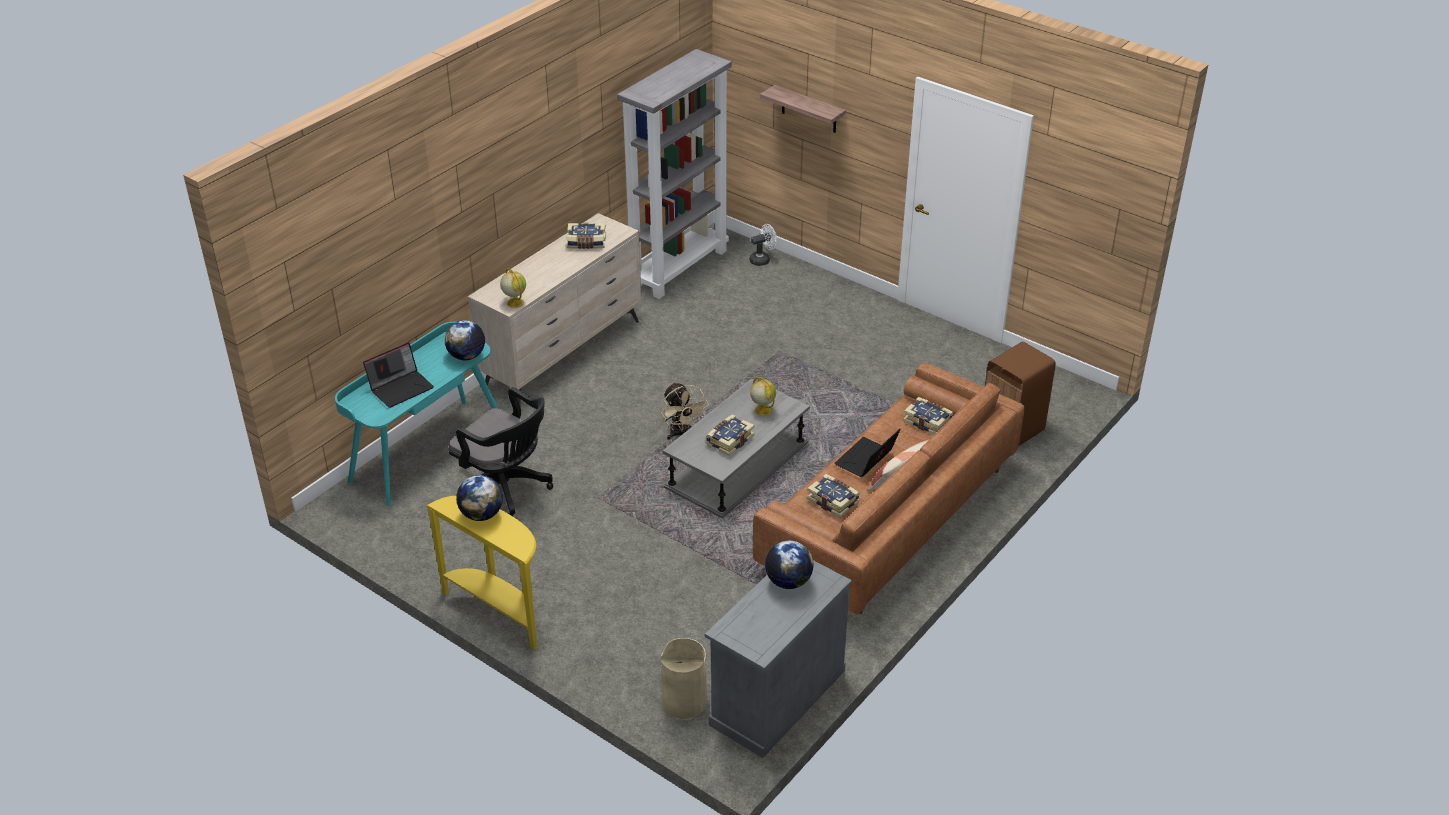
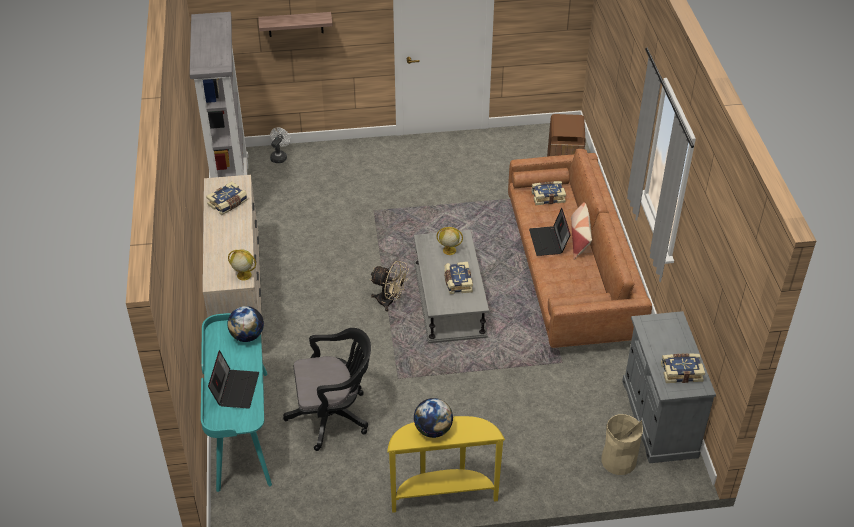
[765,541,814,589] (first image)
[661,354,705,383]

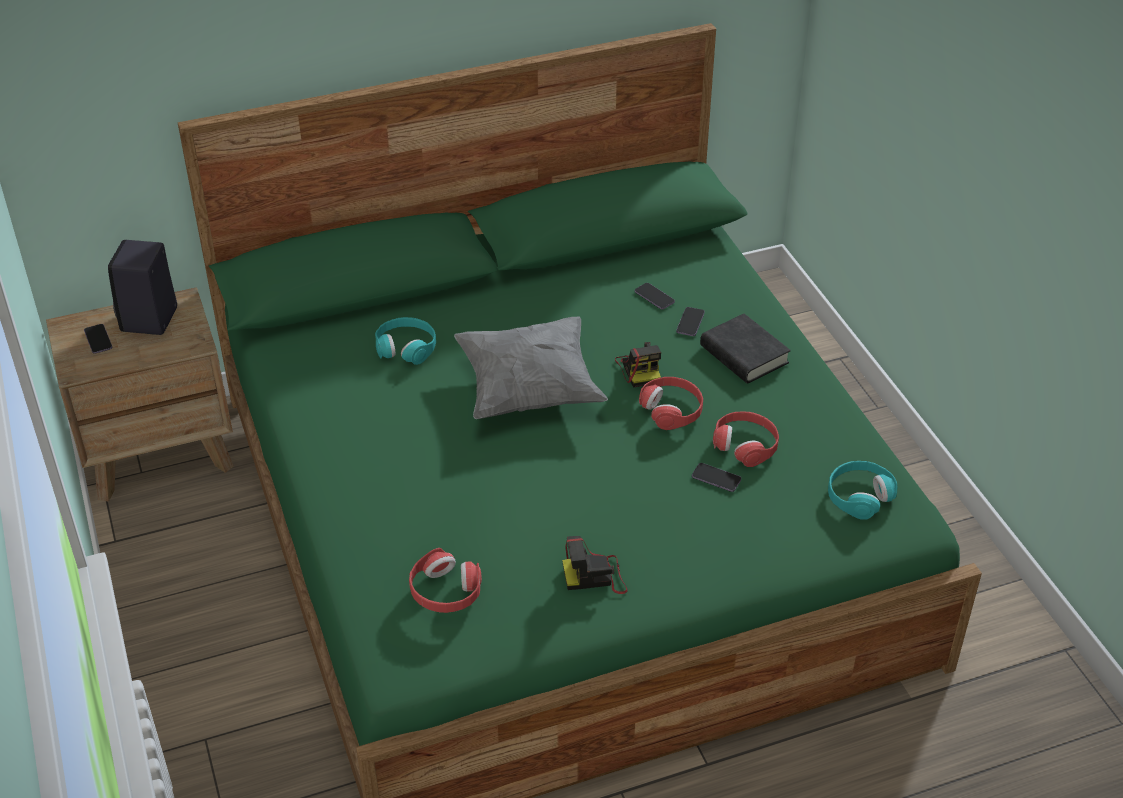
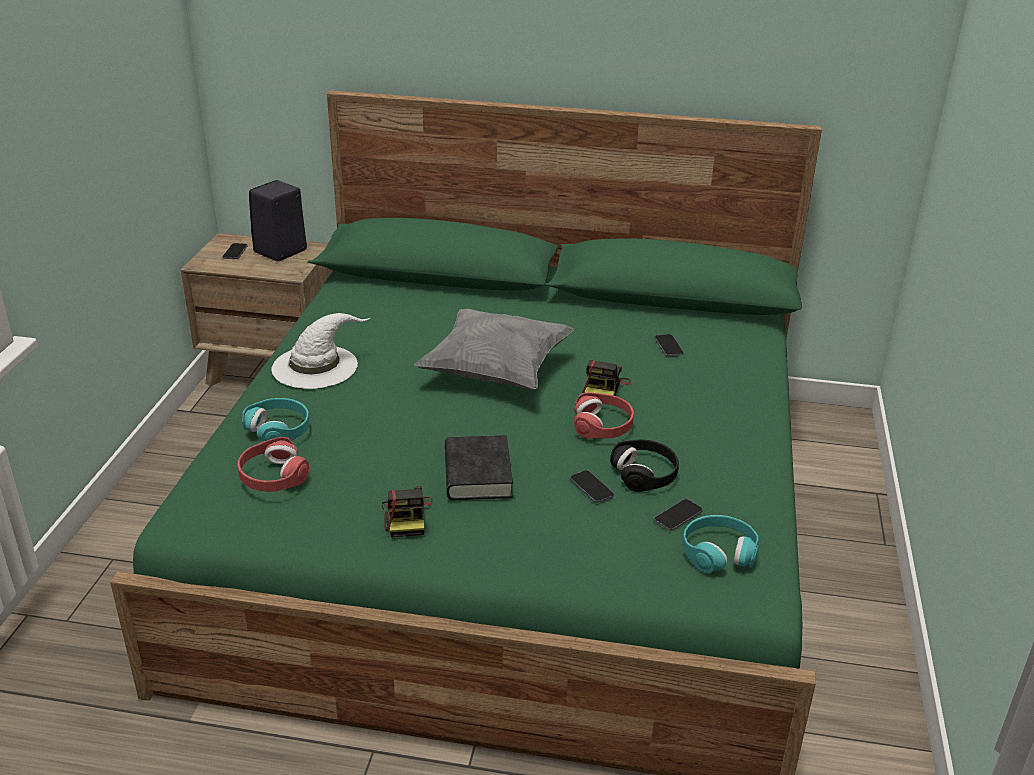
[242,398,310,442]
[382,486,433,537]
[654,499,703,531]
[445,435,513,500]
[610,439,679,492]
[271,313,370,389]

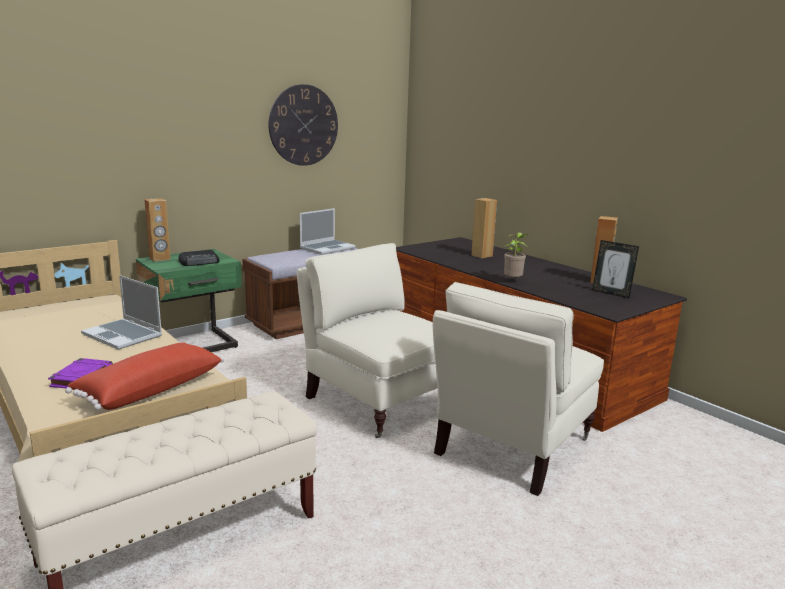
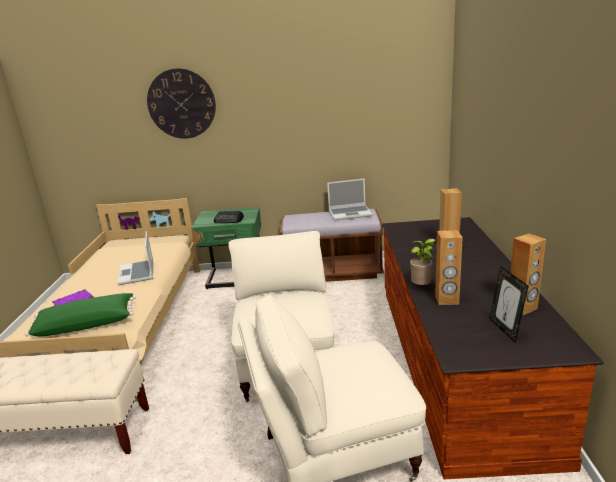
[25,293,136,337]
[435,230,463,305]
[147,68,216,139]

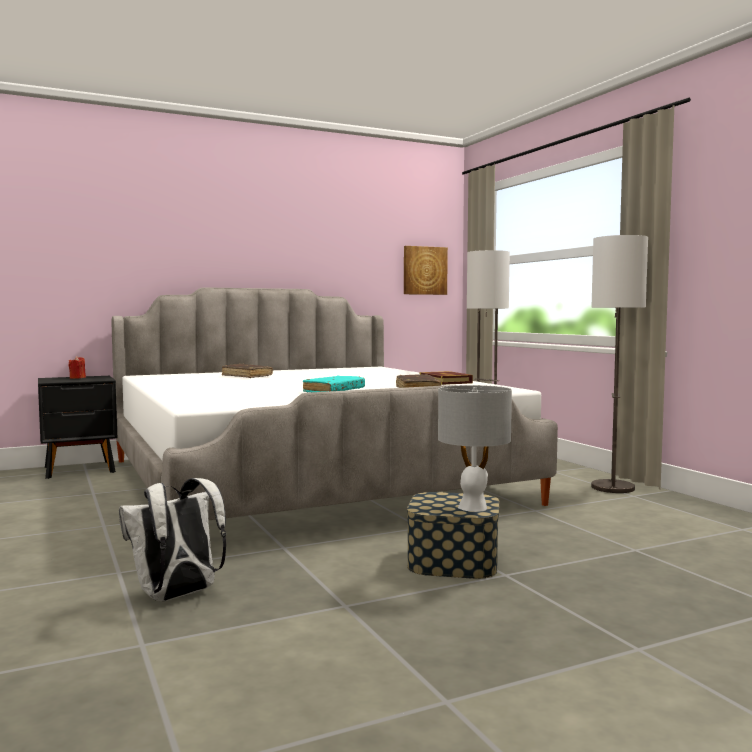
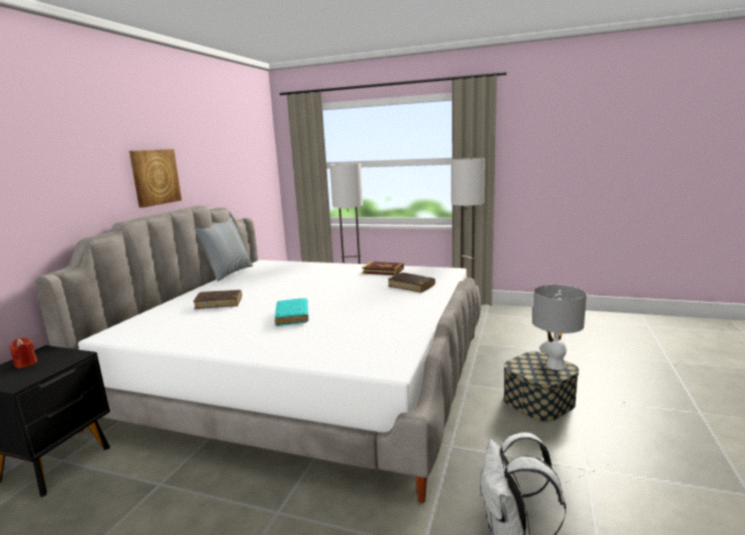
[275,298,309,326]
[129,149,182,208]
[195,217,253,281]

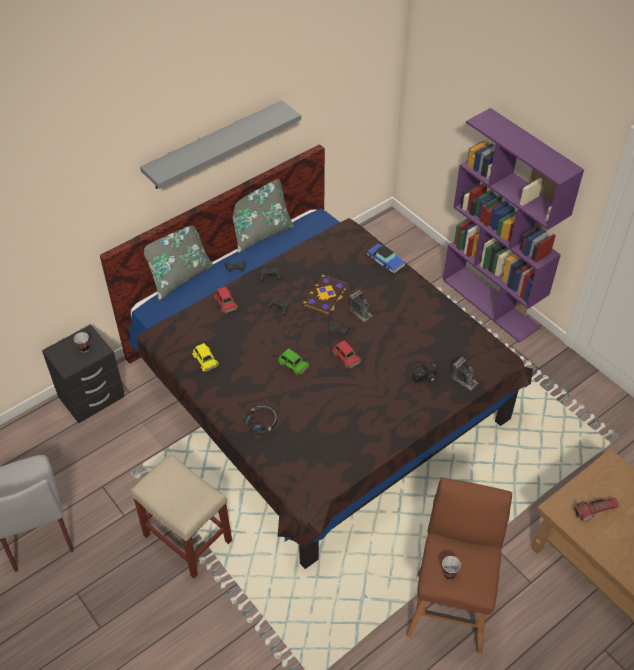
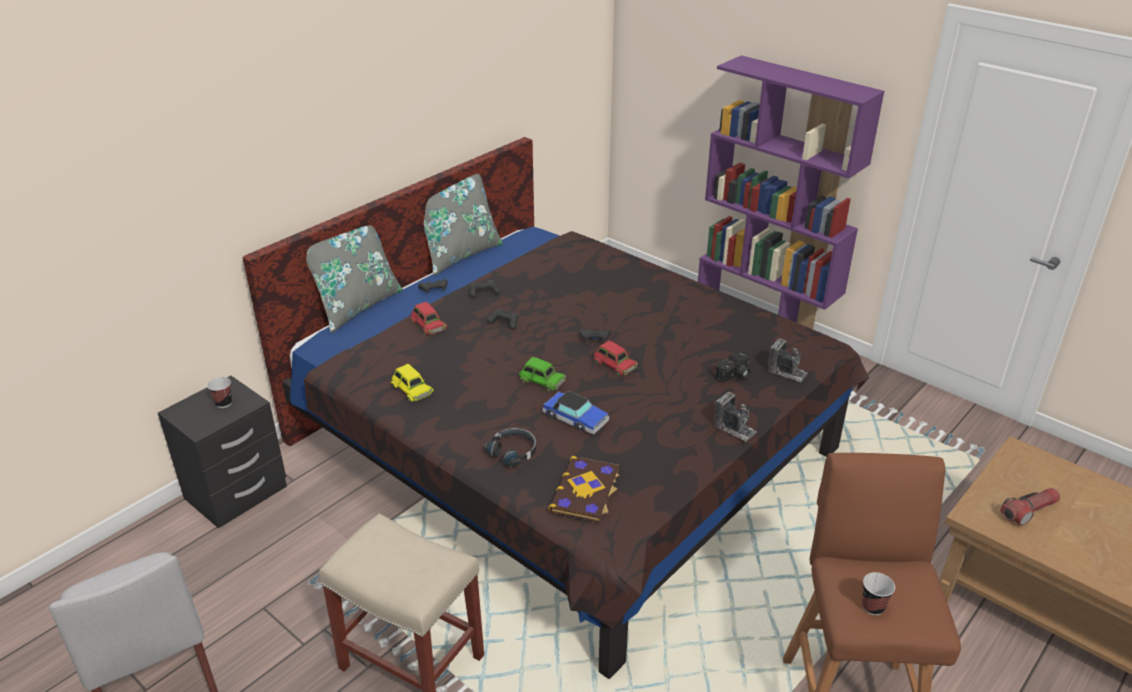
[140,100,301,189] (first image)
[549,456,620,522]
[714,392,757,442]
[543,391,609,435]

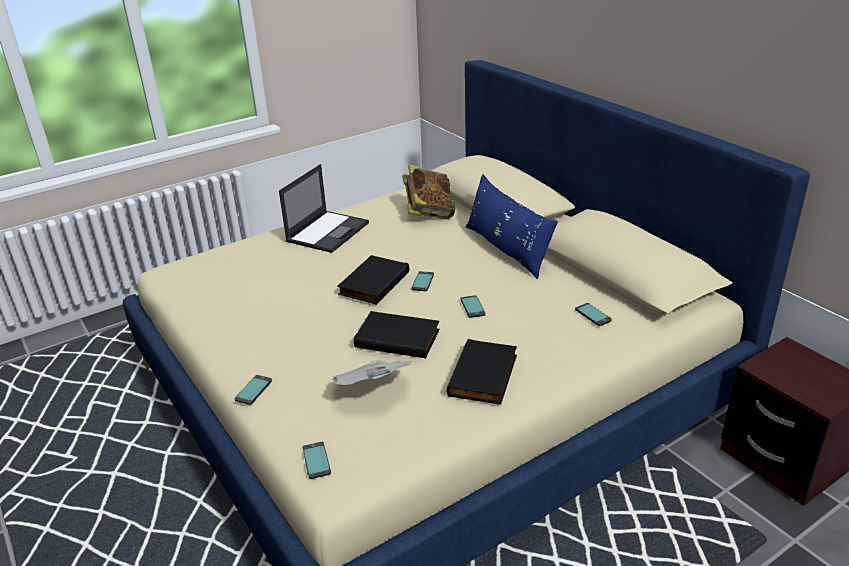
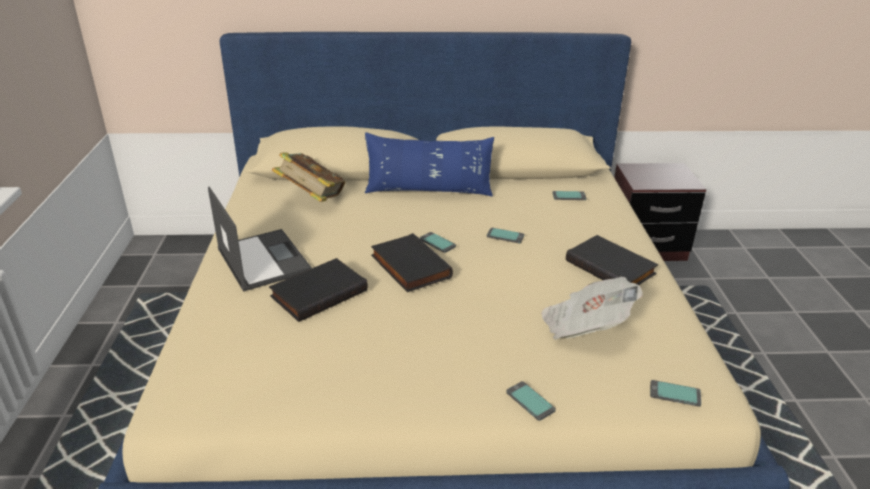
[269,258,368,322]

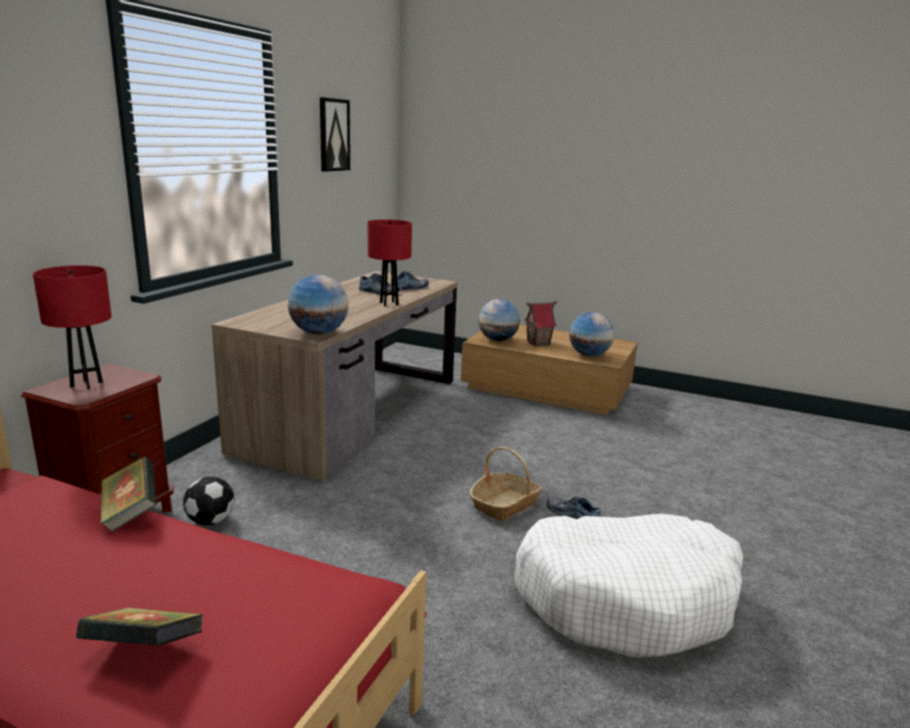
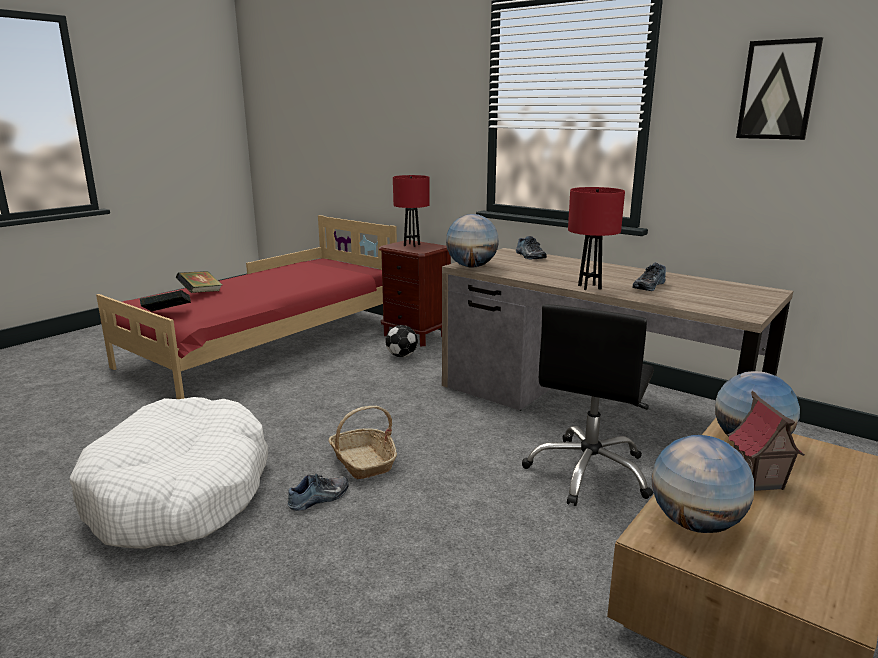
[140,290,191,312]
[516,236,547,259]
[522,304,654,506]

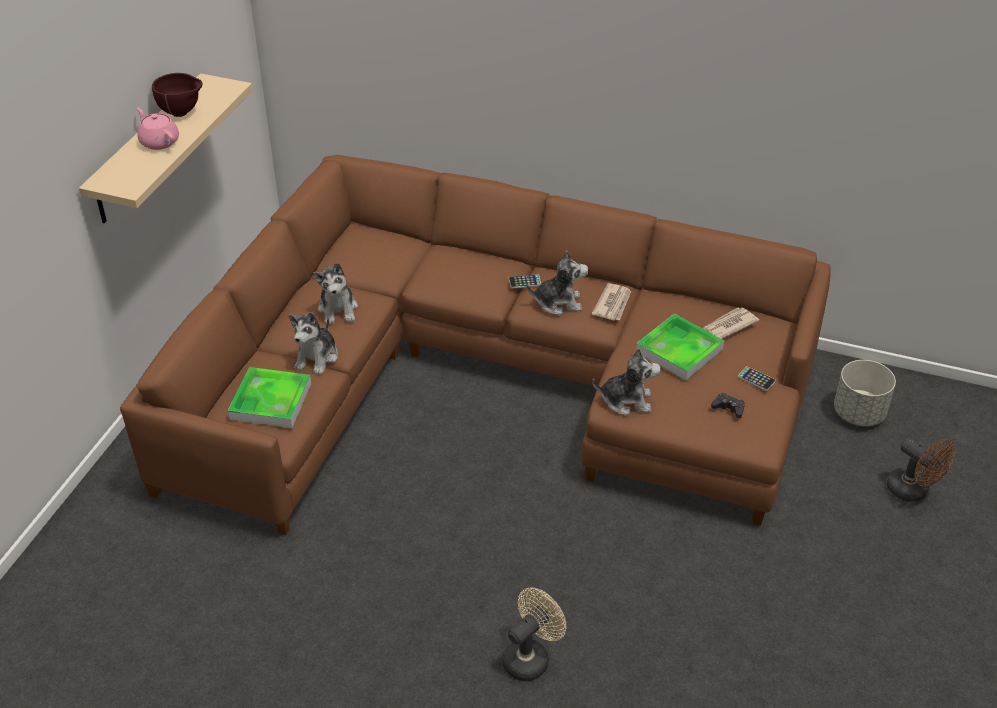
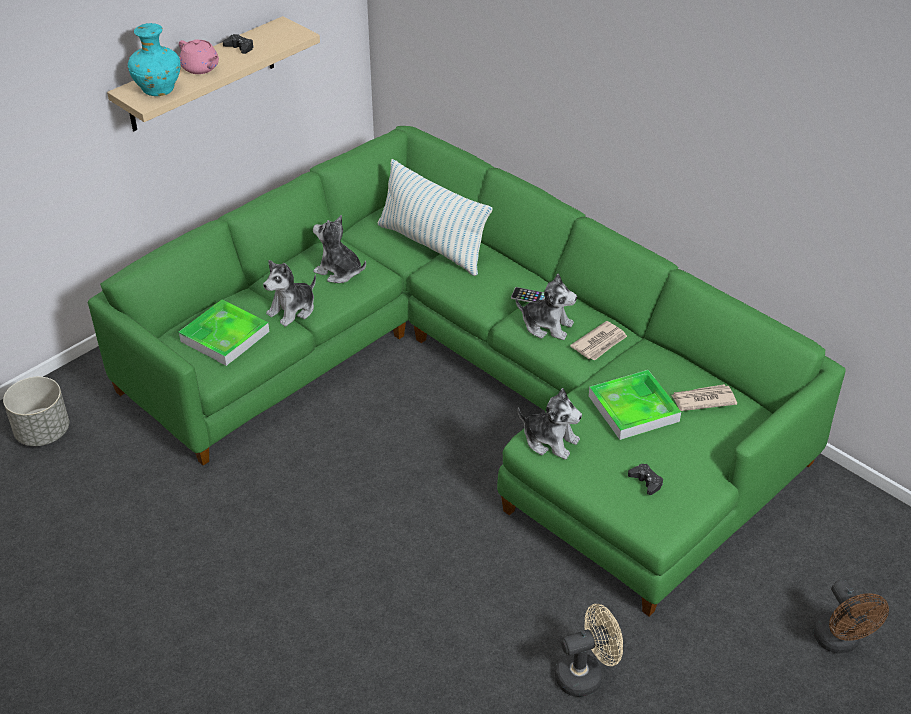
[88,126,846,616]
[179,39,219,74]
[223,34,254,54]
[313,215,366,283]
[555,604,623,697]
[738,366,776,391] (first image)
[3,377,69,446]
[128,23,181,96]
[378,159,493,276]

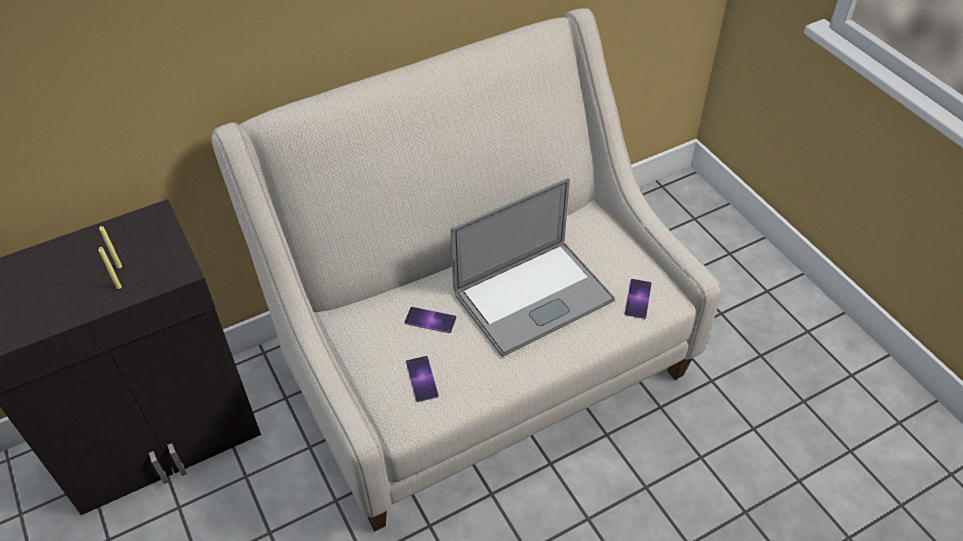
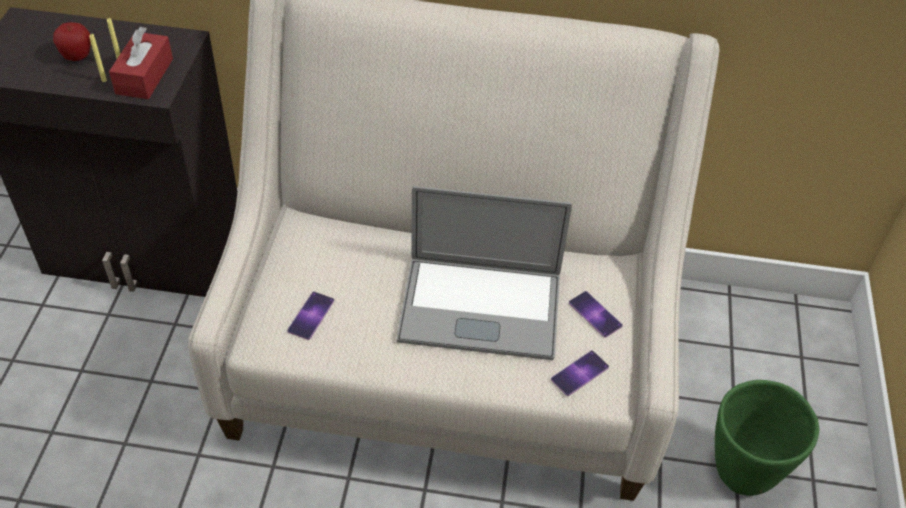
[569,291,623,338]
[53,22,91,61]
[109,27,173,99]
[715,380,820,496]

